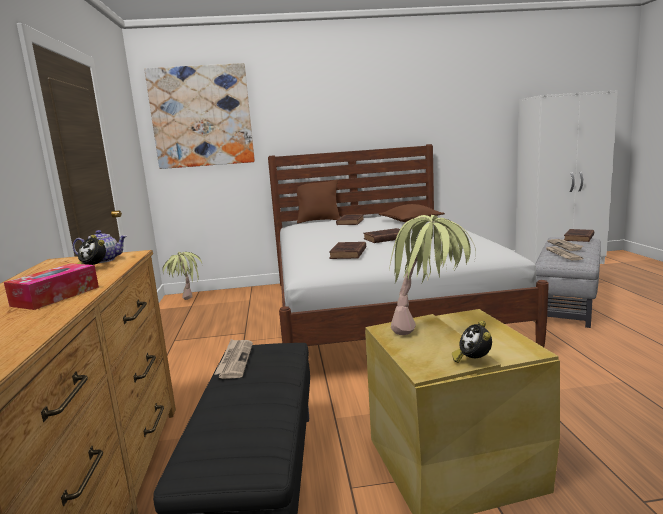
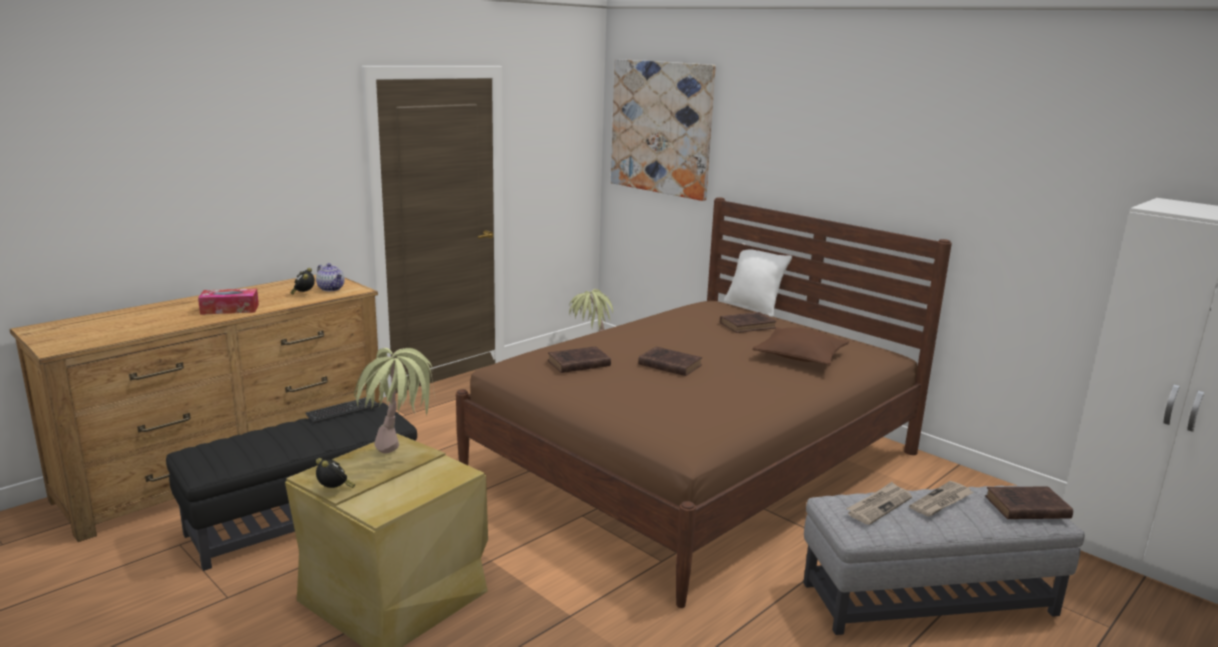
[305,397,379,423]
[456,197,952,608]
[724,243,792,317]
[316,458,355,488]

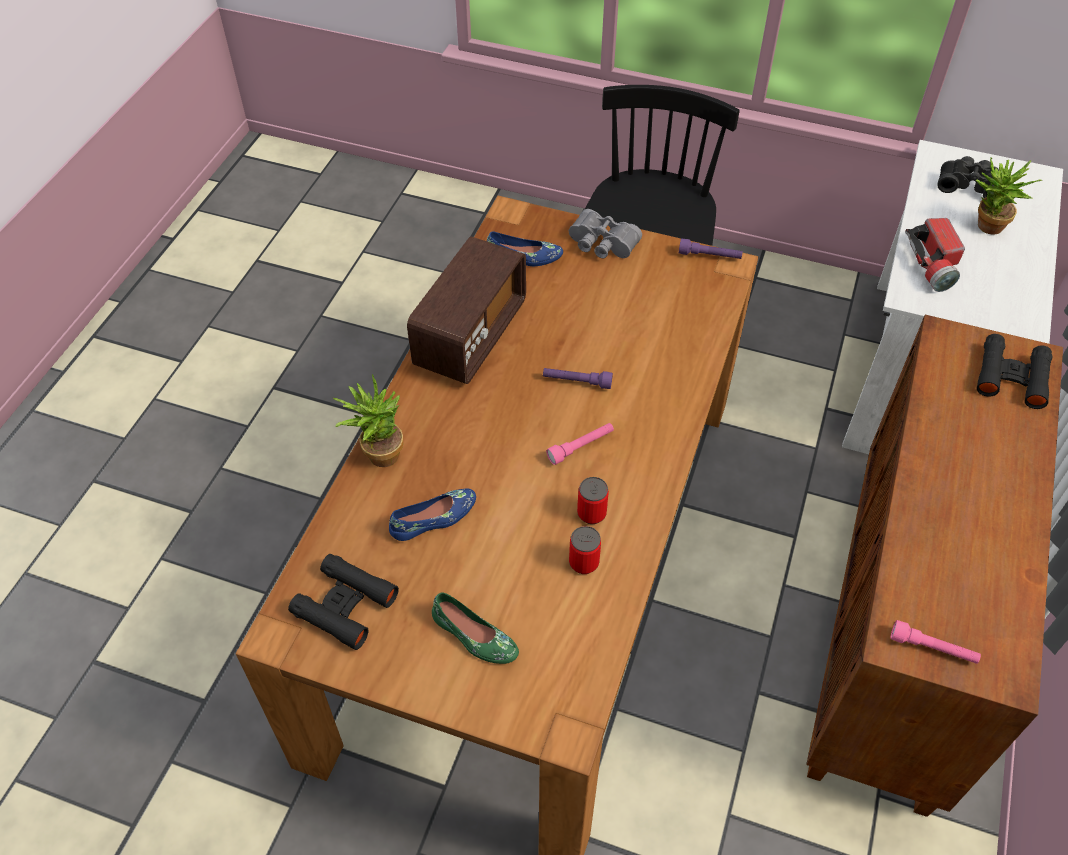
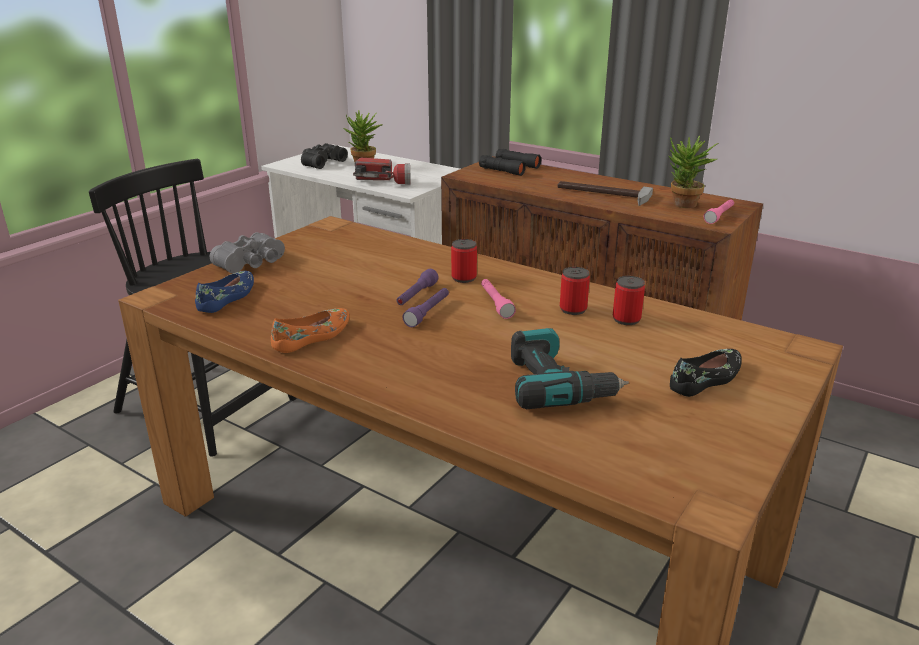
[288,554,399,650] (first image)
[668,136,719,208]
[511,328,629,409]
[271,308,350,353]
[670,349,742,397]
[402,288,449,327]
[451,239,477,283]
[557,181,653,206]

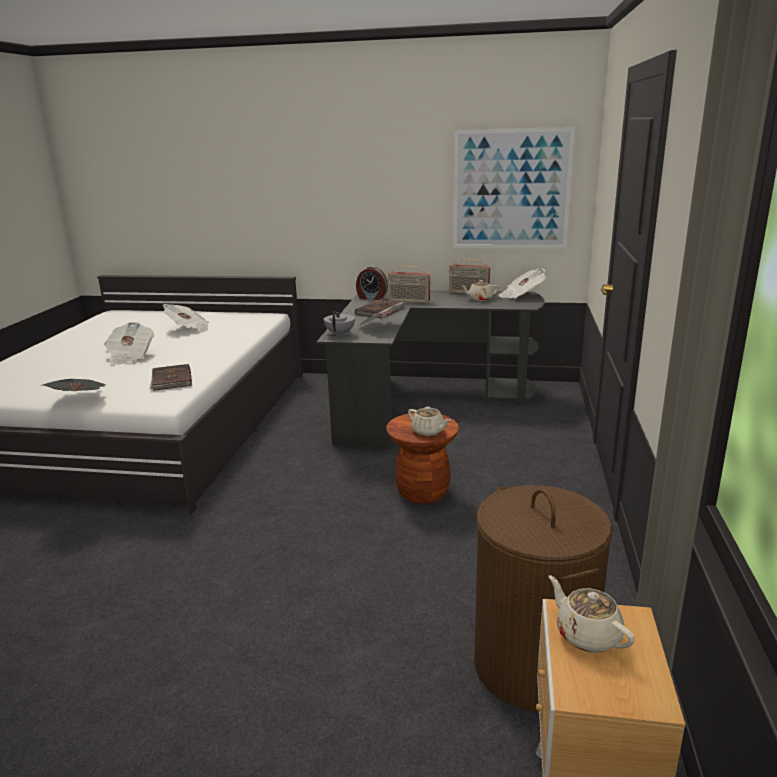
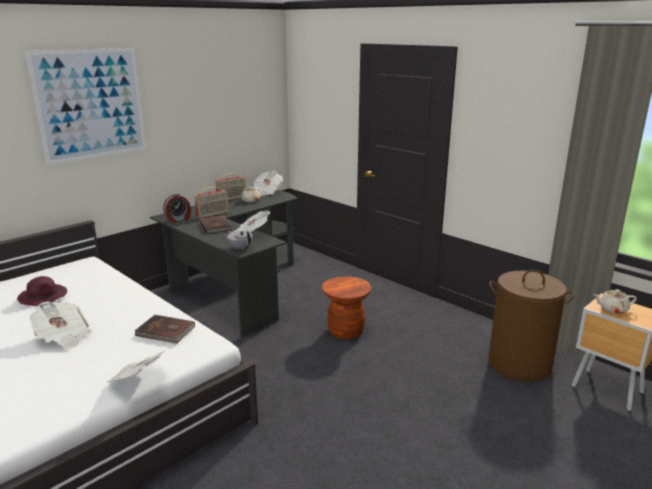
[17,276,67,306]
[408,407,451,436] (first image)
[25,48,146,165]

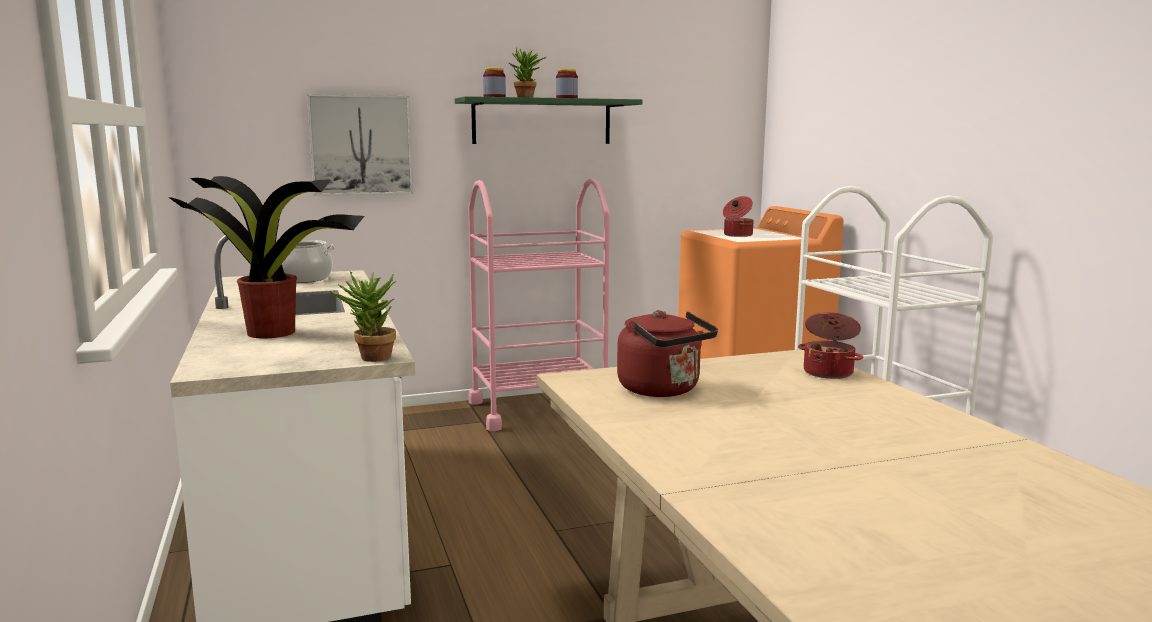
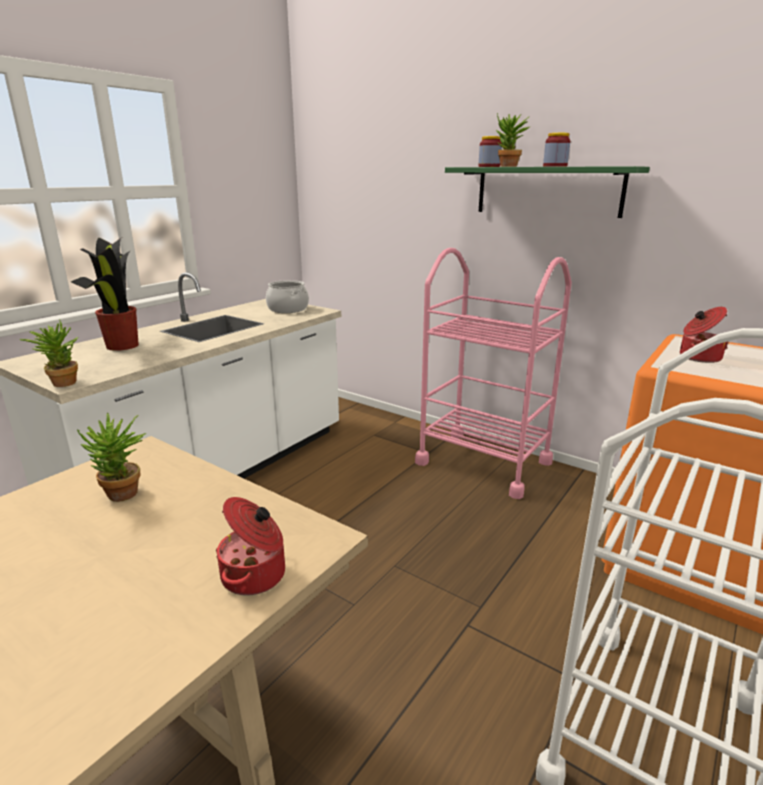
[307,94,413,196] (first image)
[77,413,146,502]

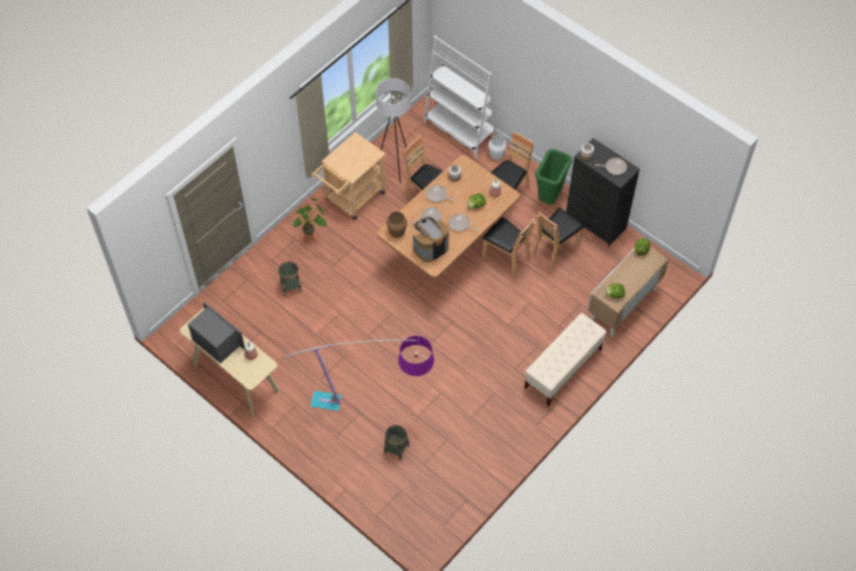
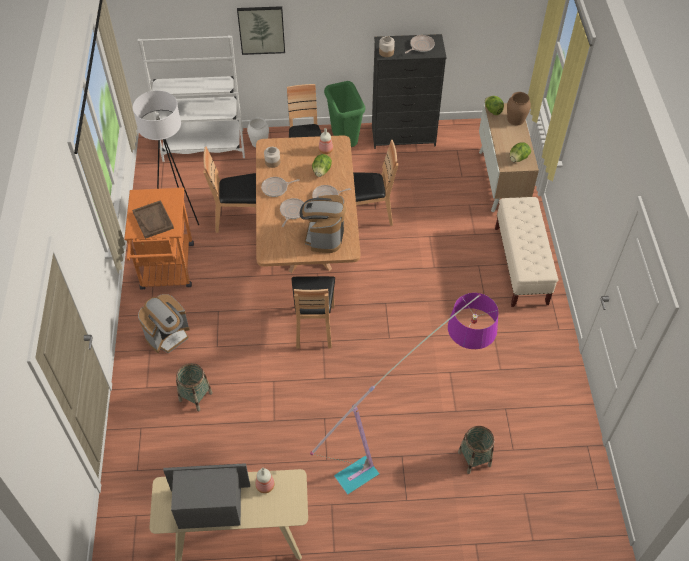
[138,294,190,353]
[124,188,194,290]
[507,92,531,126]
[292,276,335,349]
[132,200,174,239]
[237,6,285,55]

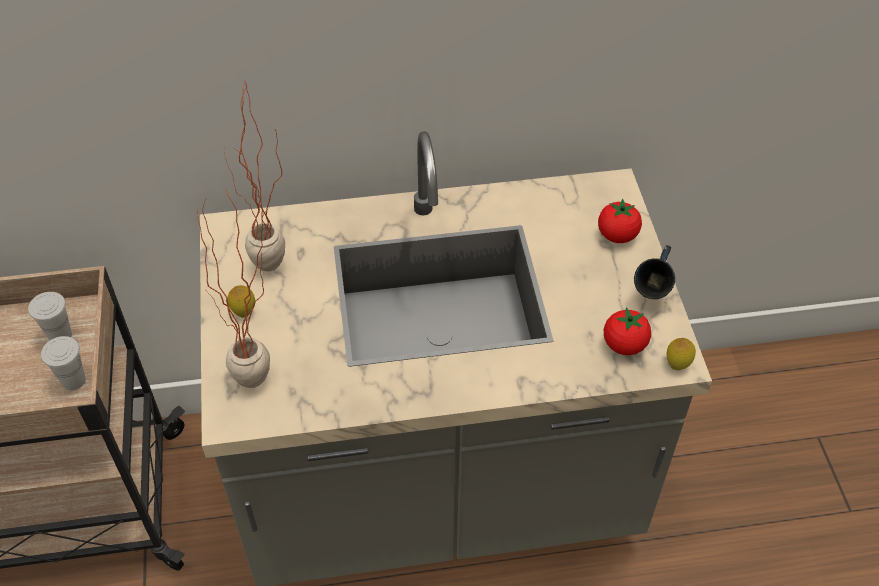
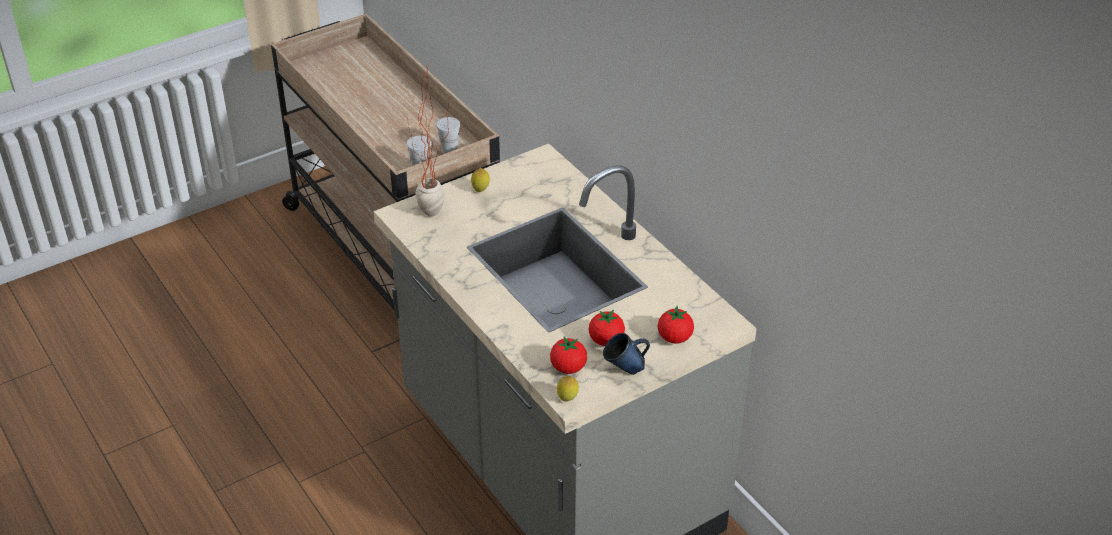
[224,79,285,272] (first image)
[588,310,625,346]

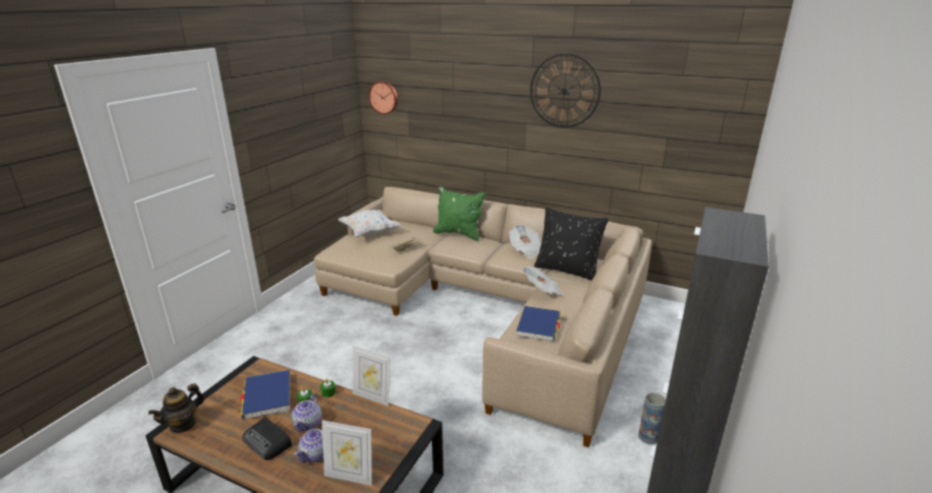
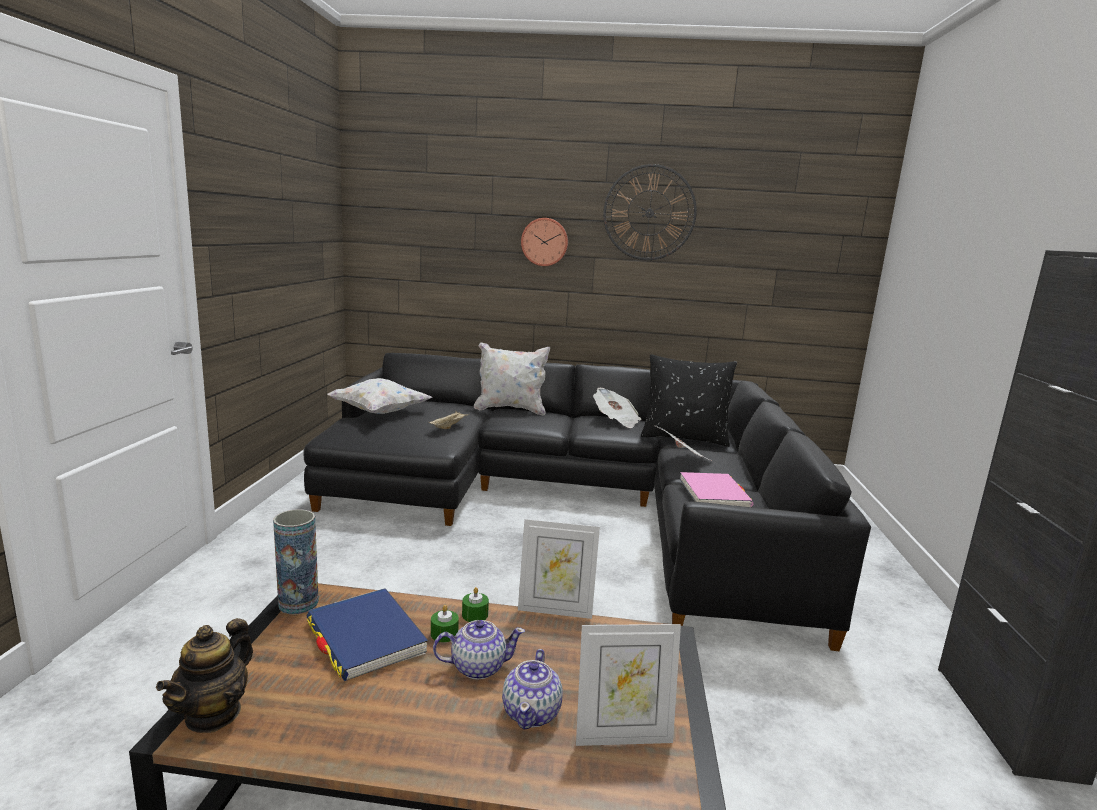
[242,418,292,460] (first image)
[433,620,525,680]
[303,353,871,651]
[521,218,568,266]
[474,342,550,416]
[680,472,753,507]
[273,509,319,614]

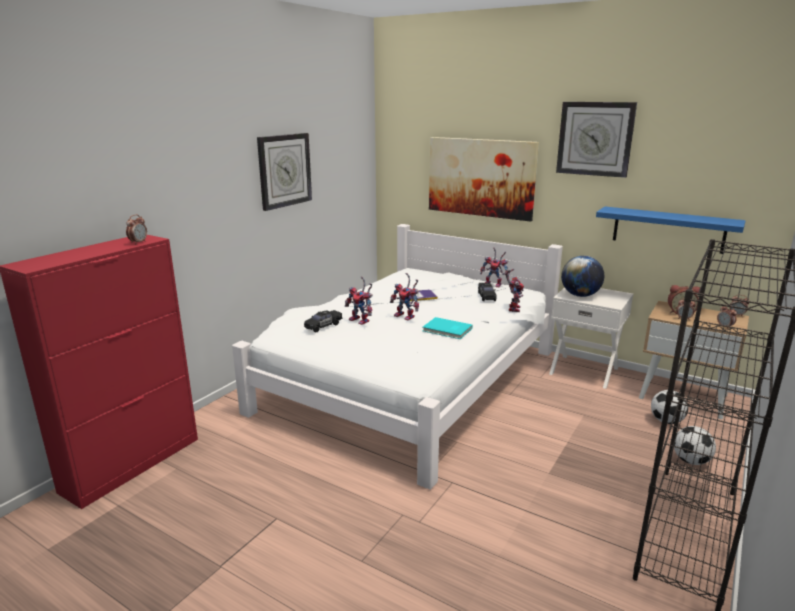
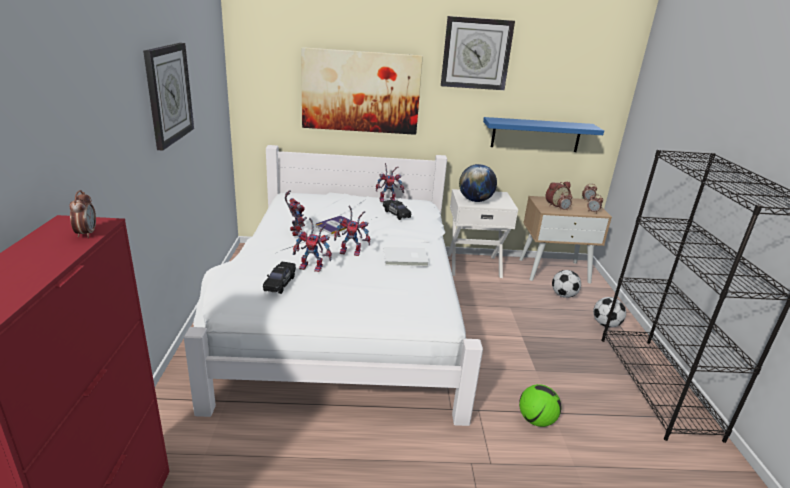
[384,247,429,266]
[285,190,307,236]
[519,384,561,427]

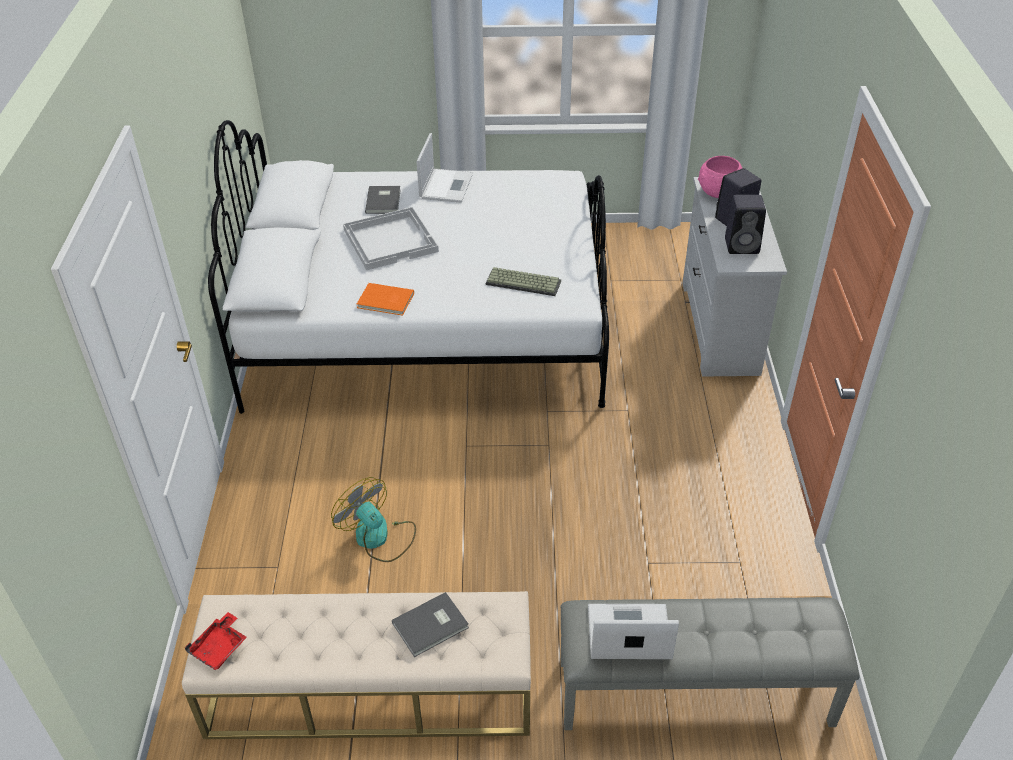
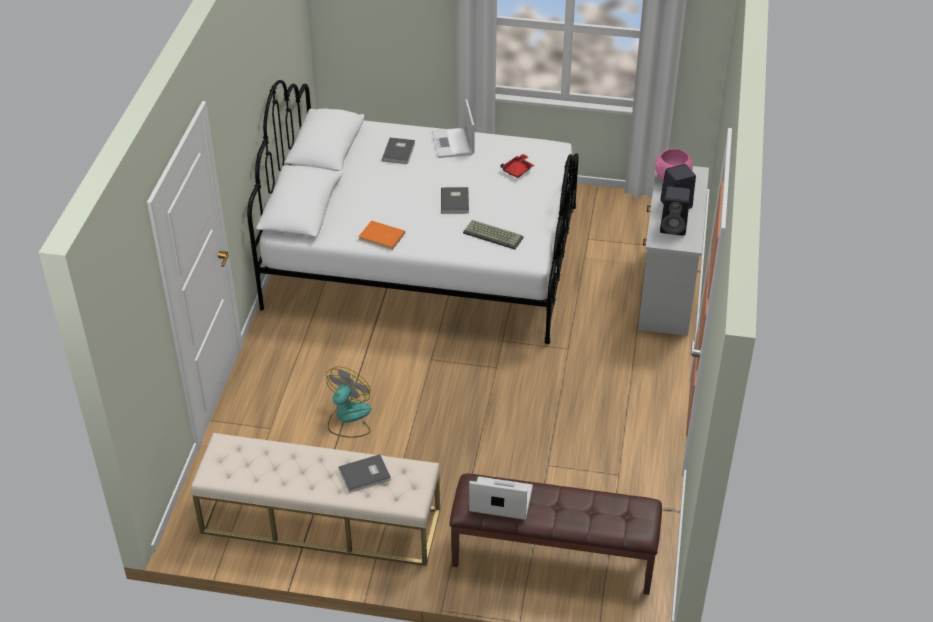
[500,154,534,178]
[326,366,372,438]
[343,207,439,270] (first image)
[432,99,475,158]
[449,474,662,595]
[441,187,469,214]

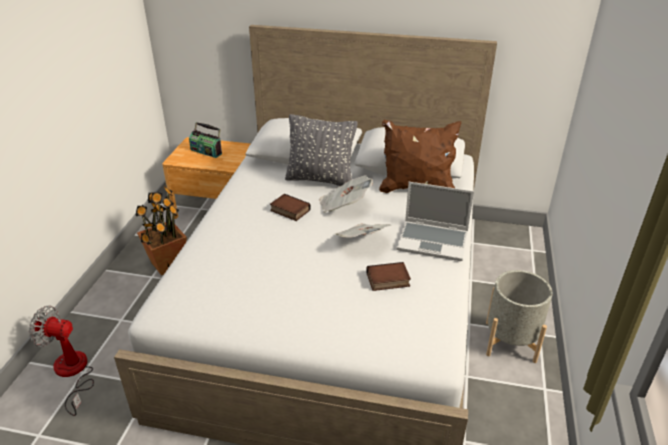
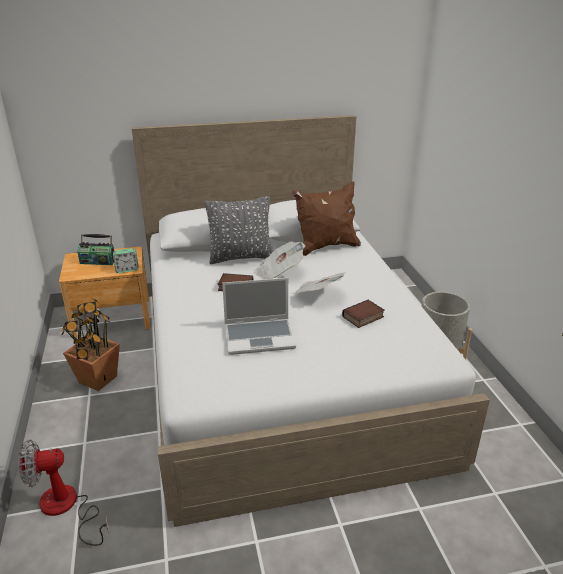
[222,278,296,355]
[113,248,139,273]

